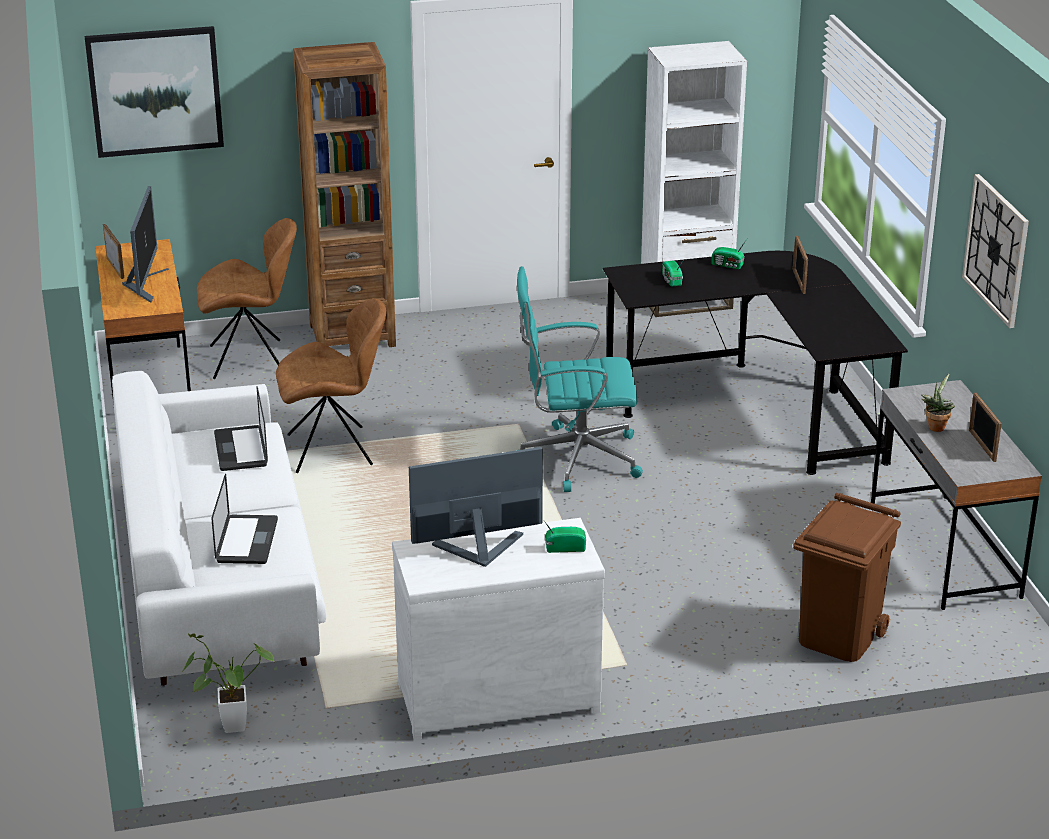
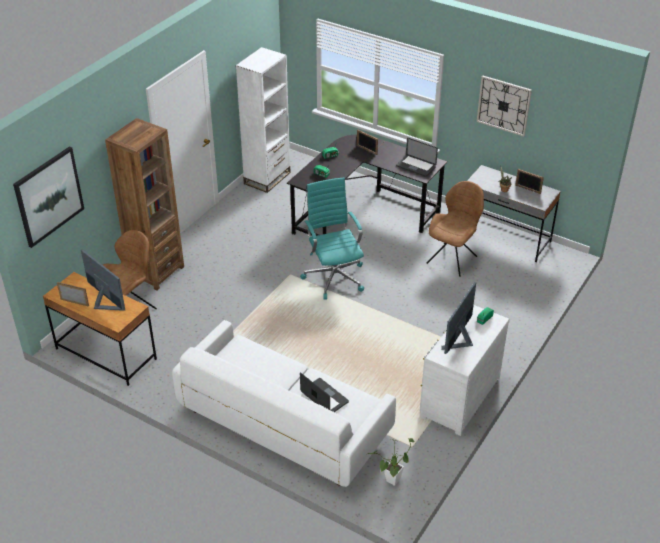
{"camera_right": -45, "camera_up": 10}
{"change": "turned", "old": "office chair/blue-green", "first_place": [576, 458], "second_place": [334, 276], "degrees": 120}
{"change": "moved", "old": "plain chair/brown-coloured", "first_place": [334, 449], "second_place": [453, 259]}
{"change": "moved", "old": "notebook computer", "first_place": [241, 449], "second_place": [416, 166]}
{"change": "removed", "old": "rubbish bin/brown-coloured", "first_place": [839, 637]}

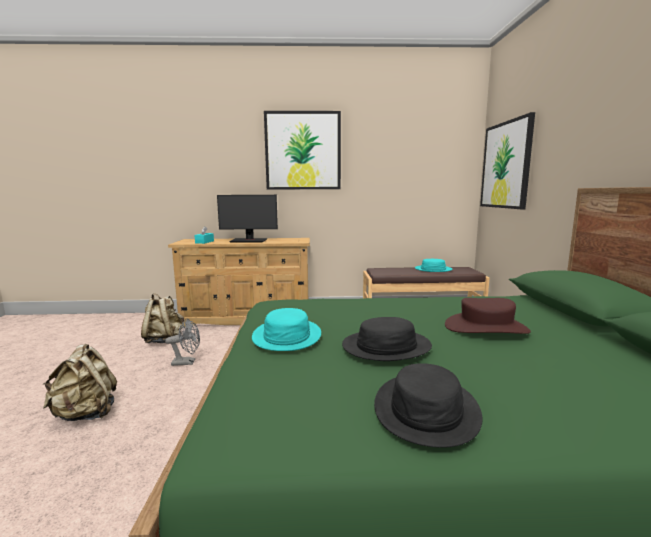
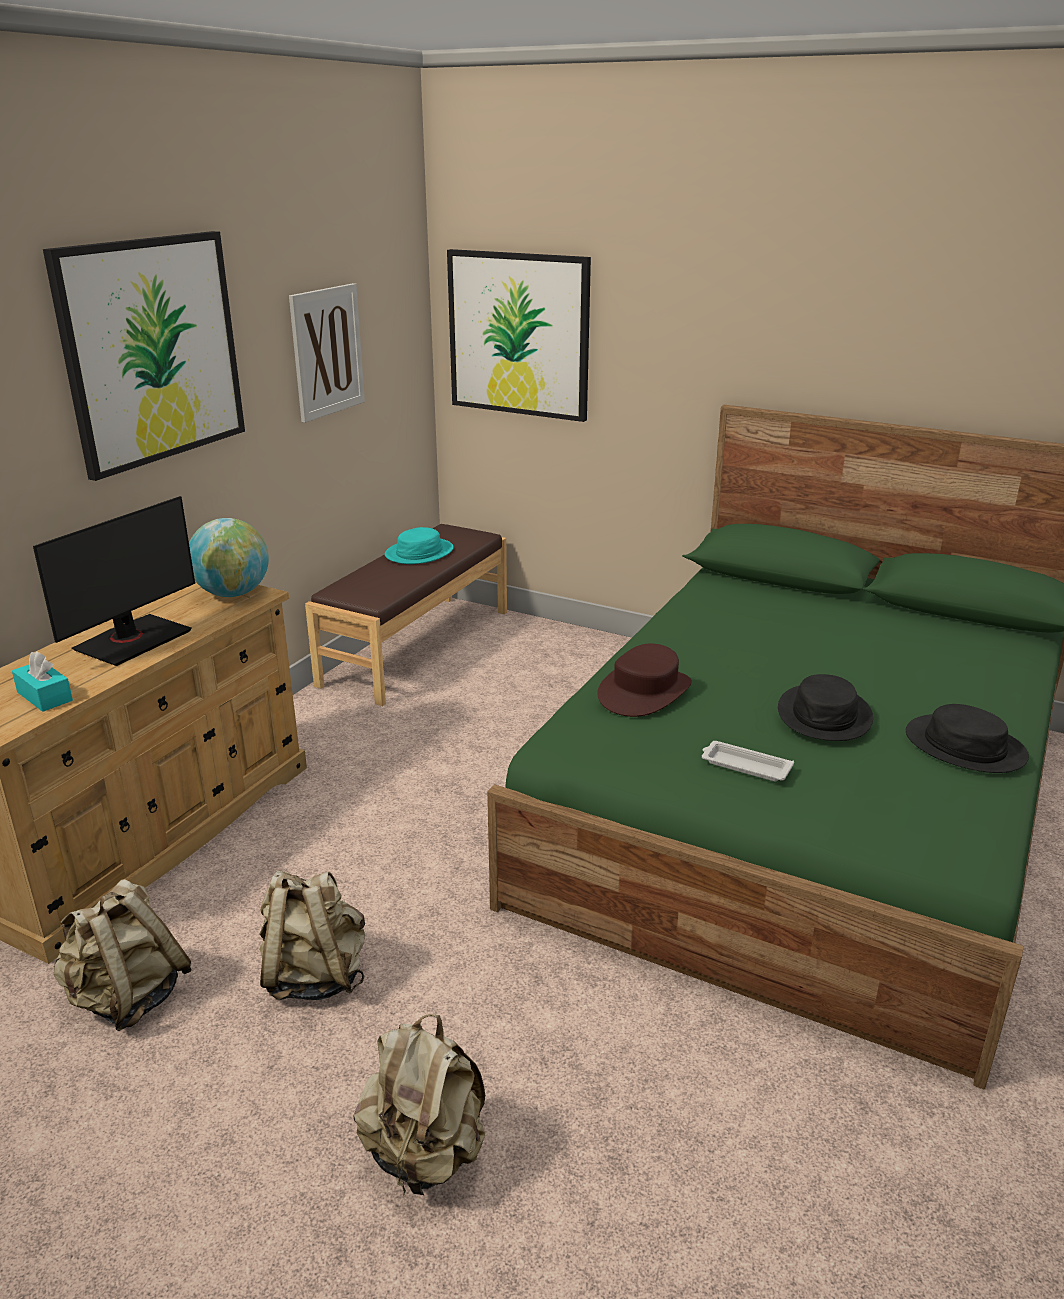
{"camera_right": -60, "camera_up": 15}
{"change": "moved", "old": "hat/brown-coloured", "first_place": [486, 328], "second_place": [645, 692]}
{"change": "replaced", "old": "hat/blue-green", "new": "tray/whitish", "first_place": [286, 336], "second_place": [744, 766]}
{"change": "replaced", "old": "fan/grey", "new": "rucksack/beige-coloured", "first_place": [187, 362], "second_place": [315, 975]}
{"change": "added", "new": "wall art", "second_place": [327, 351]}
{"change": "added", "new": "desk globe", "second_place": [232, 593]}

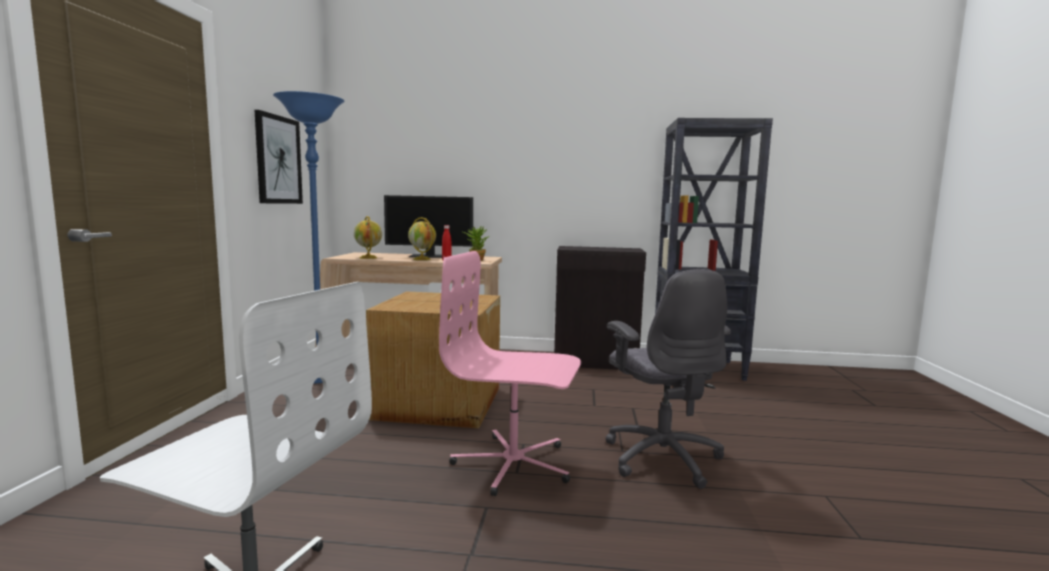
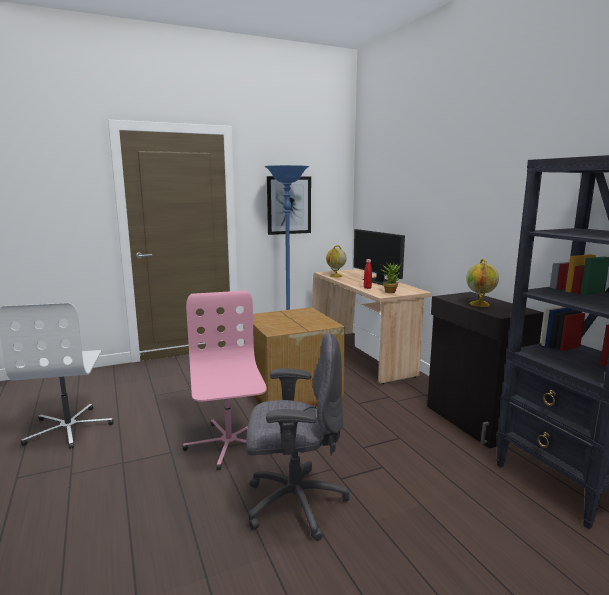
{"camera_right": 60, "camera_up": 5}
{"change": "moved", "old": "desk globe", "first_place": [422, 259], "second_place": [480, 304]}
{"change": "turned", "old": "office chair/grey", "first_place": [662, 457], "second_place": [294, 503], "degrees": -135}

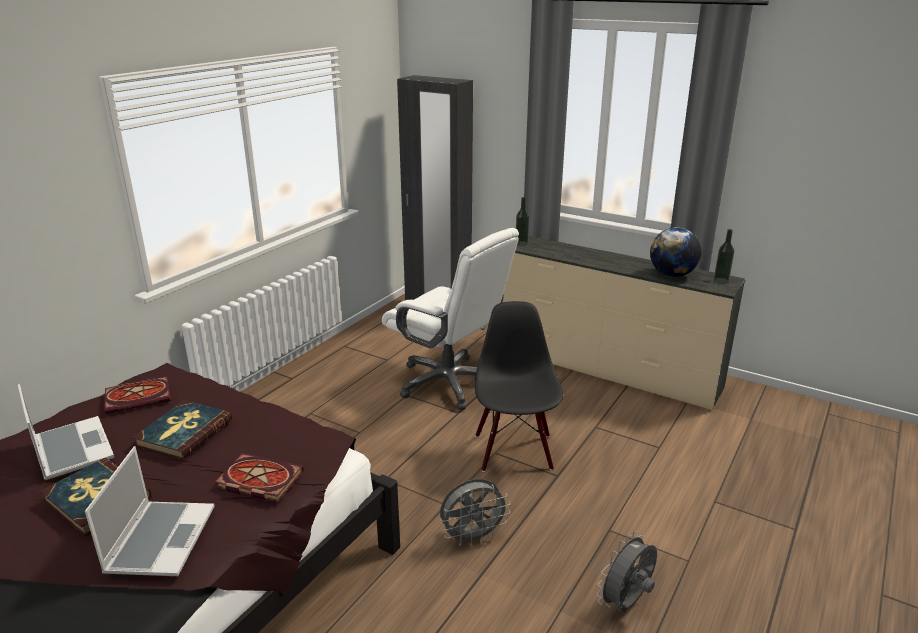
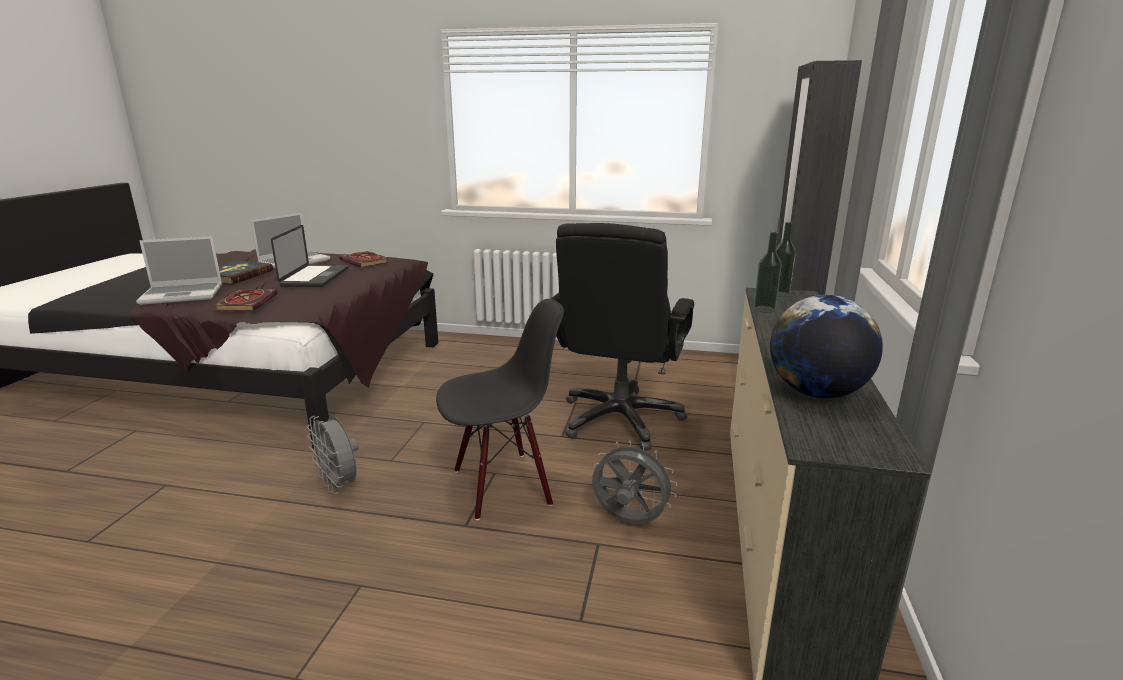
{"camera_right": 70, "camera_up": -5}
{"change": "recoloured", "old": "office chair/whitish", "new": "office chair/blackish", "first_place": [449, 383], "second_place": [620, 419]}
{"change": "moved", "old": "bottle", "first_place": [721, 280], "second_place": [764, 309]}
{"change": "replaced", "old": "book", "new": "notebook computer", "first_place": [184, 433], "second_place": [315, 277]}
{"change": "moved", "old": "fan/grey", "first_place": [626, 604], "second_place": [628, 521]}

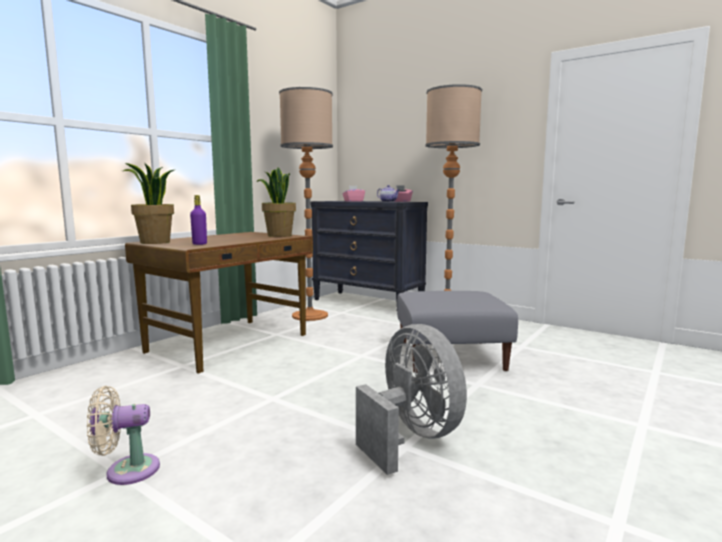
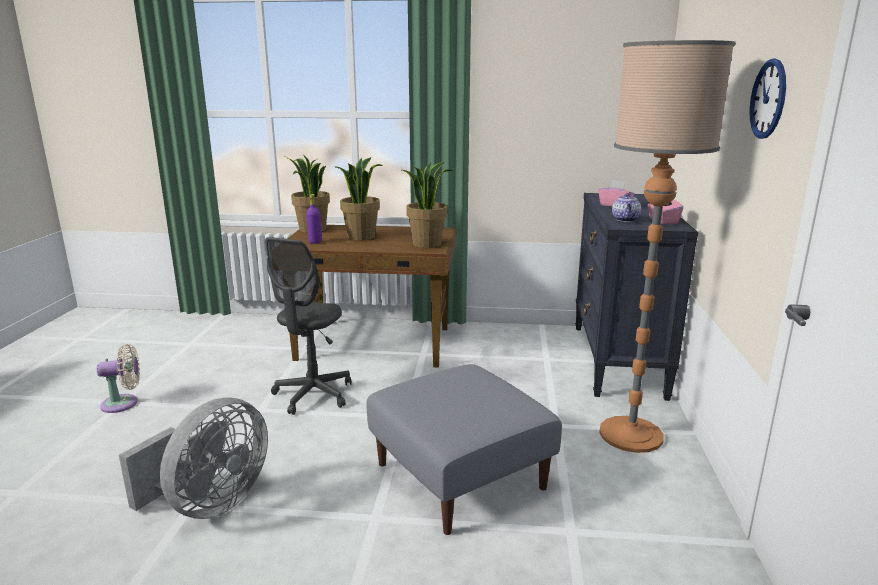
{"camera_right": 60, "camera_up": 10}
{"change": "removed", "old": "floor lamp", "first_place": [309, 316]}
{"change": "turned", "old": "fan/beige-coloured", "first_place": [127, 471], "second_place": [123, 403], "degrees": 120}
{"change": "added", "new": "clock on the wall", "second_place": [768, 99]}
{"change": "added", "new": "plant in a pot", "second_place": [361, 237]}
{"change": "added", "new": "office chair/grey", "second_place": [313, 395]}

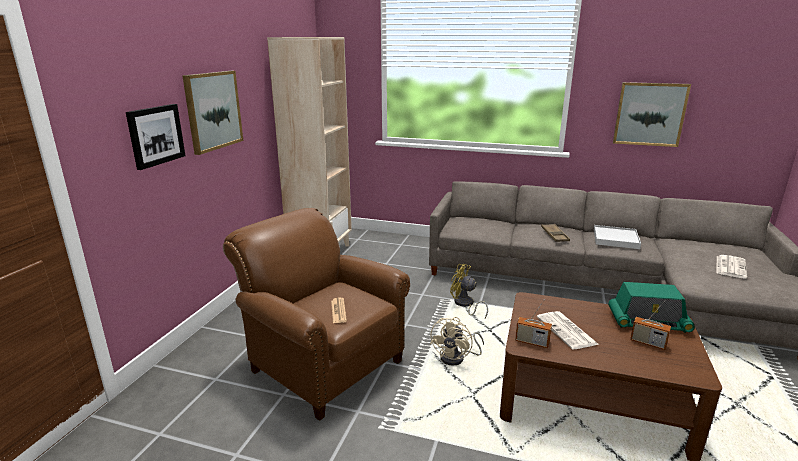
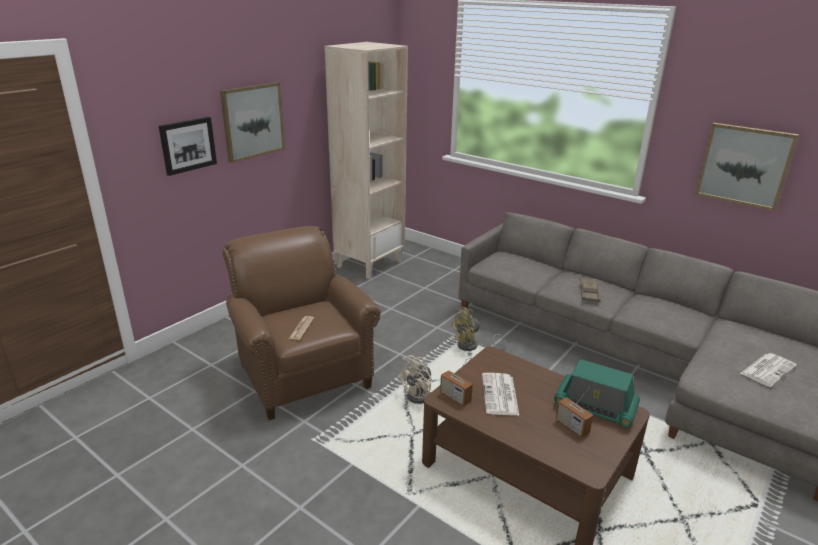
{"camera_right": 20, "camera_up": 5}
{"change": "removed", "old": "tray/whitish", "first_place": [615, 239]}
{"change": "turned", "old": "fan/yellow-coloured", "first_place": [465, 305], "second_place": [472, 347], "degrees": -75}

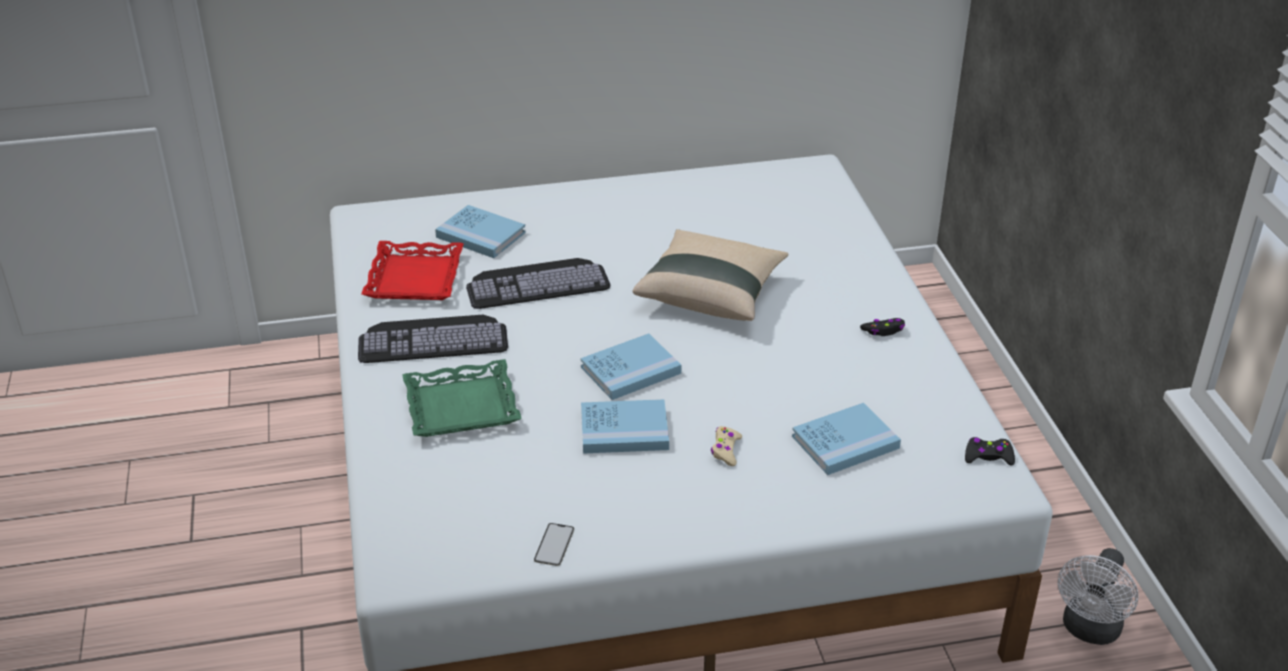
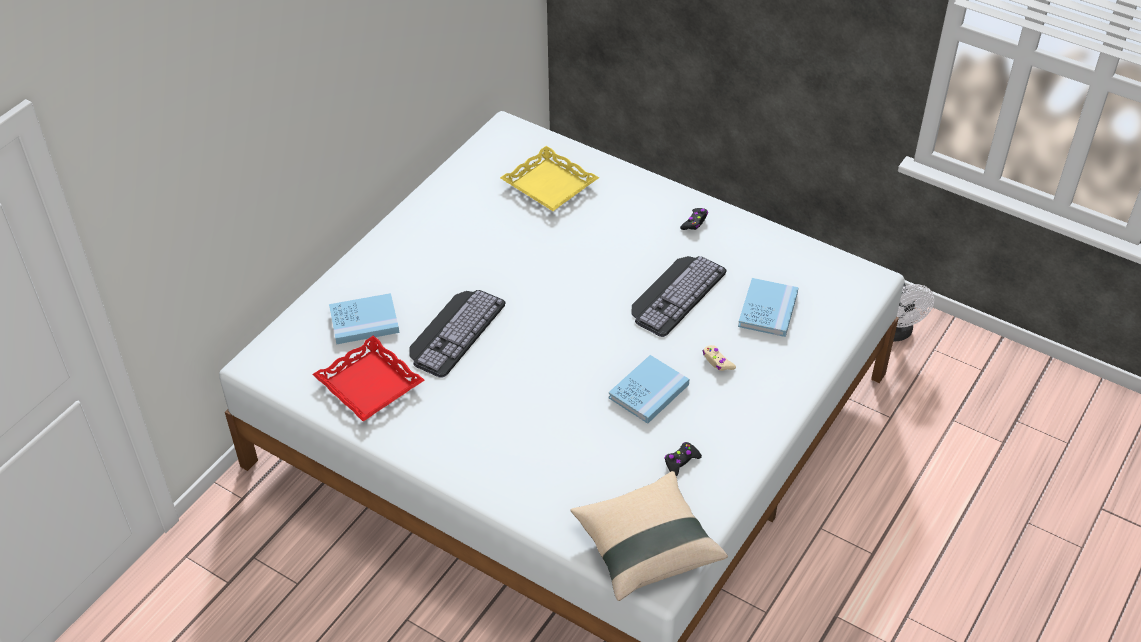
{"camera_right": -45, "camera_up": 10}
{"change": "moved", "old": "throw pillow/beige-coloured", "first_place": [711, 294], "second_place": [646, 547]}
{"change": "moved", "old": "computer keyboard", "first_place": [434, 338], "second_place": [675, 292]}
{"change": "removed", "old": "book/blue-coloured", "first_place": [630, 370]}
{"change": "removed", "old": "tray/green-coloured", "first_place": [462, 406]}
{"change": "moved", "old": "gamepad/blackish", "first_place": [988, 456], "second_place": [681, 461]}
{"change": "removed", "old": "handset", "first_place": [554, 545]}
{"change": "added", "new": "tray/yellow-coloured", "second_place": [549, 185]}

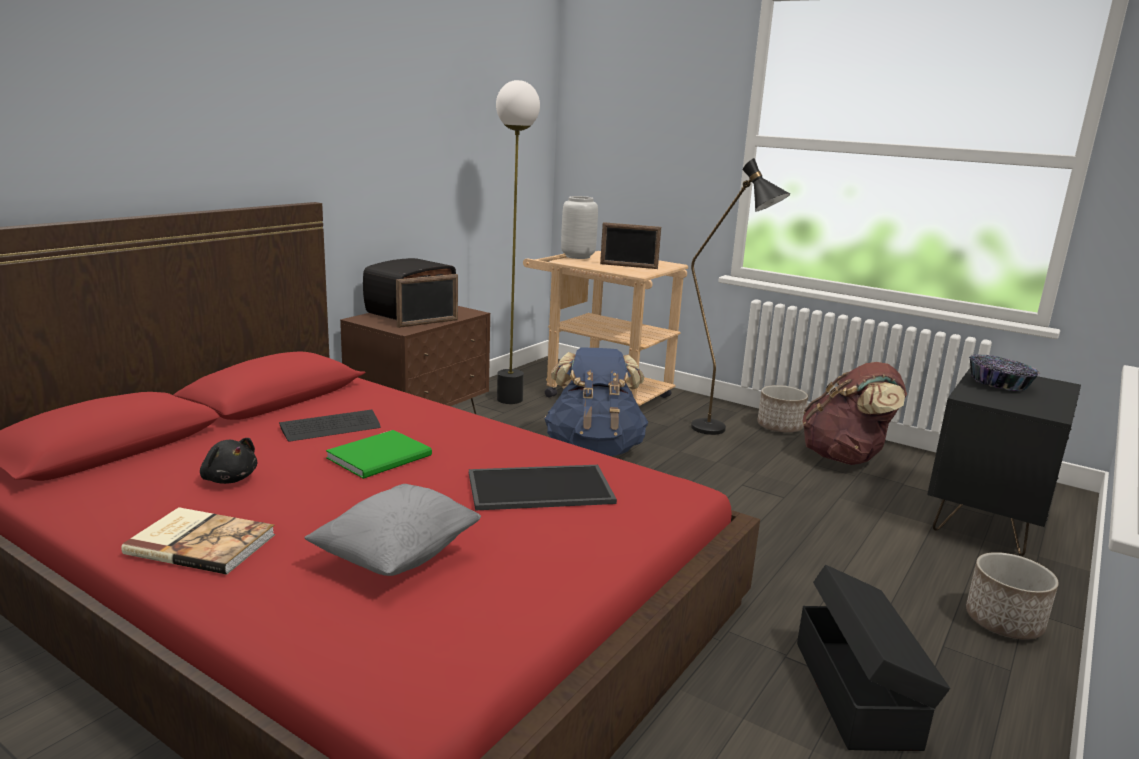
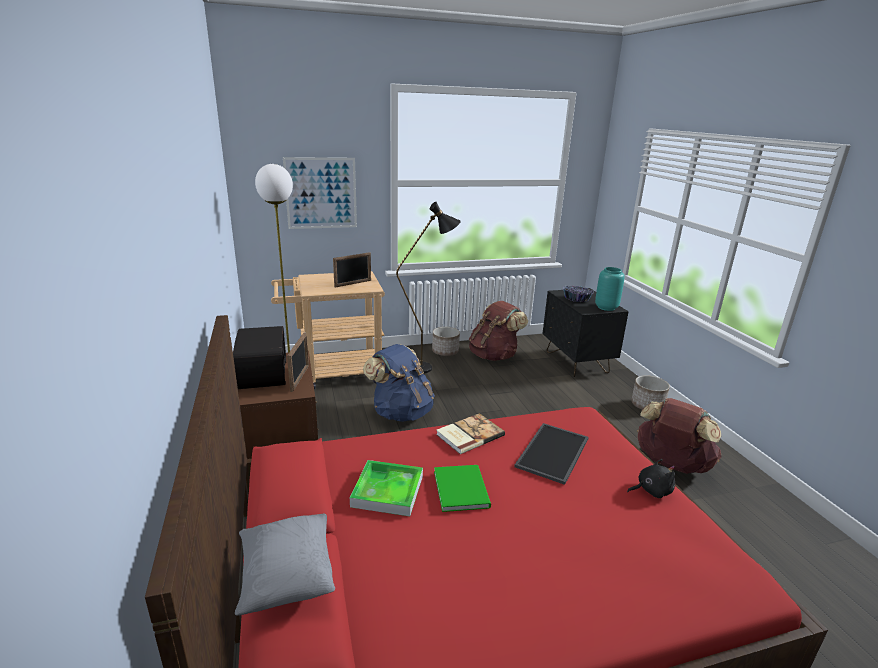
{"camera_right": -50, "camera_up": 5}
{"change": "removed", "old": "flower vase/grey", "first_place": [577, 256]}
{"change": "replaced", "old": "computer keyboard", "new": "tray", "first_place": [331, 428], "second_place": [387, 491]}
{"change": "moved", "old": "plush toy/blackish", "first_place": [229, 479], "second_place": [651, 490]}
{"change": "moved", "old": "throw pillow/grey", "first_place": [397, 556], "second_place": [287, 578]}
{"change": "moved", "old": "book", "first_place": [201, 543], "second_place": [469, 435]}
{"change": "replaced", "old": "storage container/blackish", "new": "rucksack/brown-coloured", "first_place": [857, 692], "second_place": [671, 465]}
{"change": "added", "new": "wall art", "second_place": [321, 193]}
{"change": "added", "new": "flower vase/blue-green", "second_place": [606, 308]}

